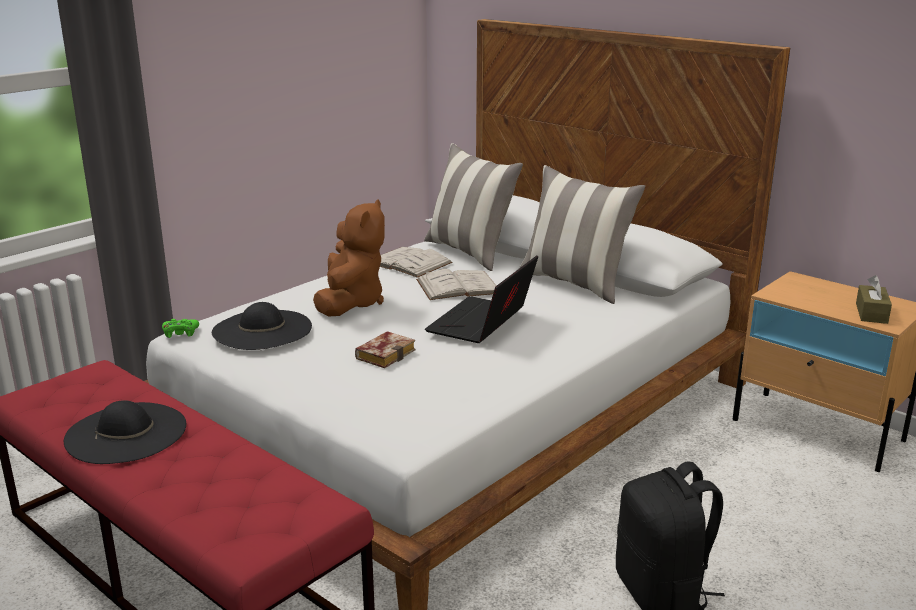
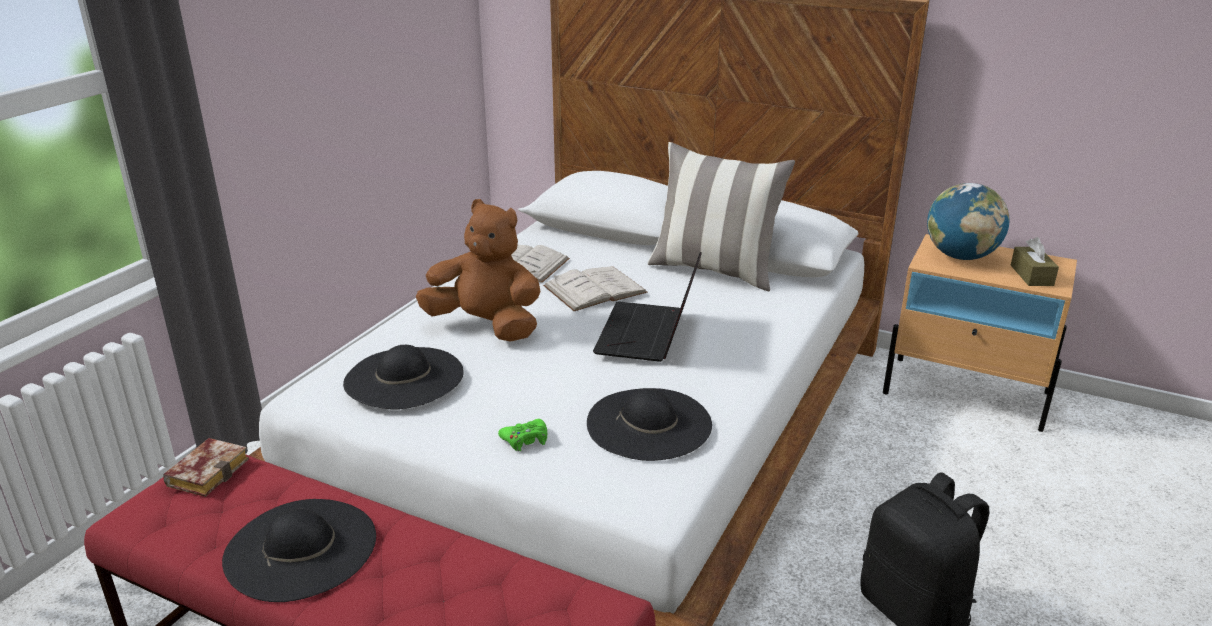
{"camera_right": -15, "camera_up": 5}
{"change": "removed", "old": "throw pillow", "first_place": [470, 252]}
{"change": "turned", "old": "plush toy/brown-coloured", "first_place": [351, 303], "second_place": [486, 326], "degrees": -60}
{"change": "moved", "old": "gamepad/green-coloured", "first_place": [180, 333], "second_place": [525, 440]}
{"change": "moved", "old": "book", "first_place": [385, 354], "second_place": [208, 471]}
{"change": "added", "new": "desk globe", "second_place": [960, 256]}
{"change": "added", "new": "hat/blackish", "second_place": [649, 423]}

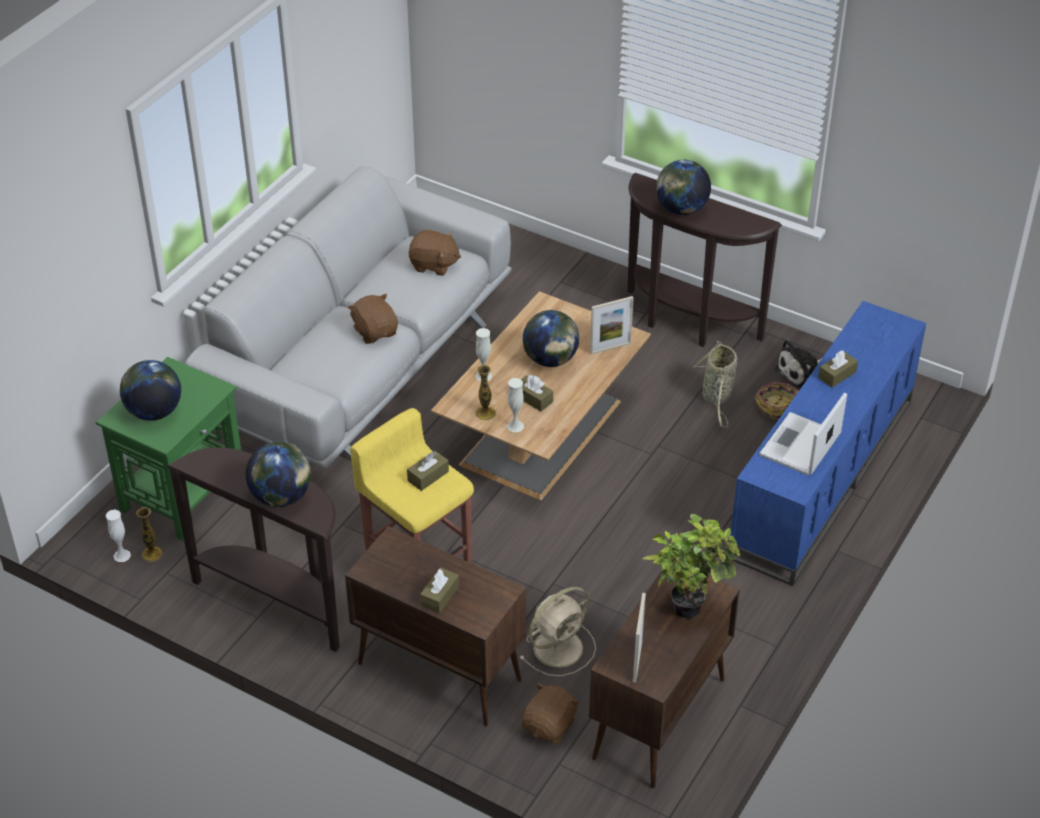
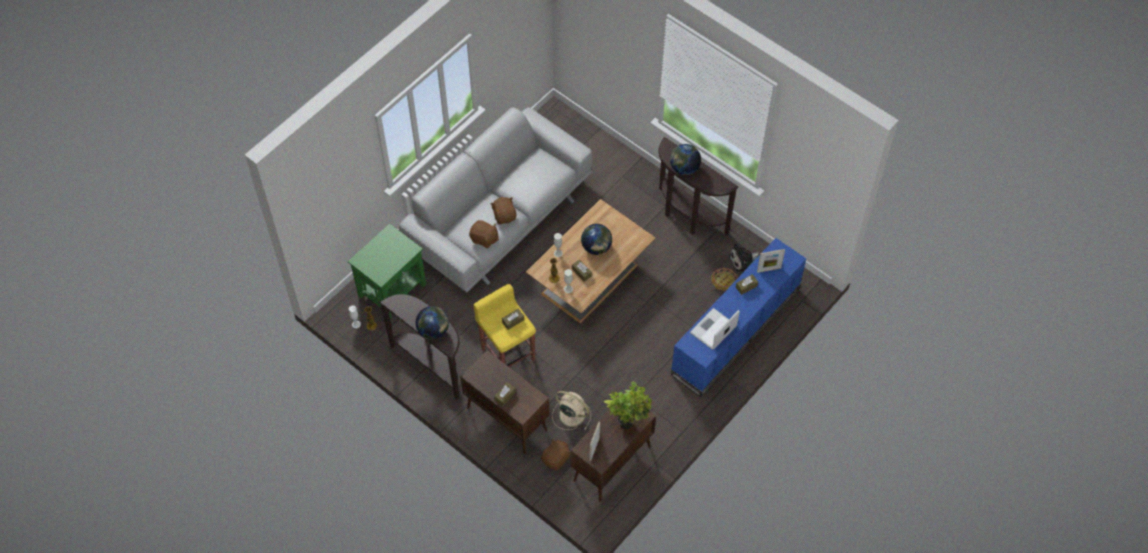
{"camera_right": 10, "camera_up": 15}
{"change": "moved", "old": "plush toy/brown-coloured", "first_place": [434, 265], "second_place": [484, 239]}
{"change": "moved", "old": "standing frame", "first_place": [610, 348], "second_place": [769, 270]}
{"change": "removed", "old": "basket", "first_place": [717, 398]}
{"change": "removed", "old": "desk globe", "first_place": [154, 412]}
{"change": "turned", "old": "fan/beige-coloured", "first_place": [560, 647], "second_place": [571, 414], "degrees": -120}

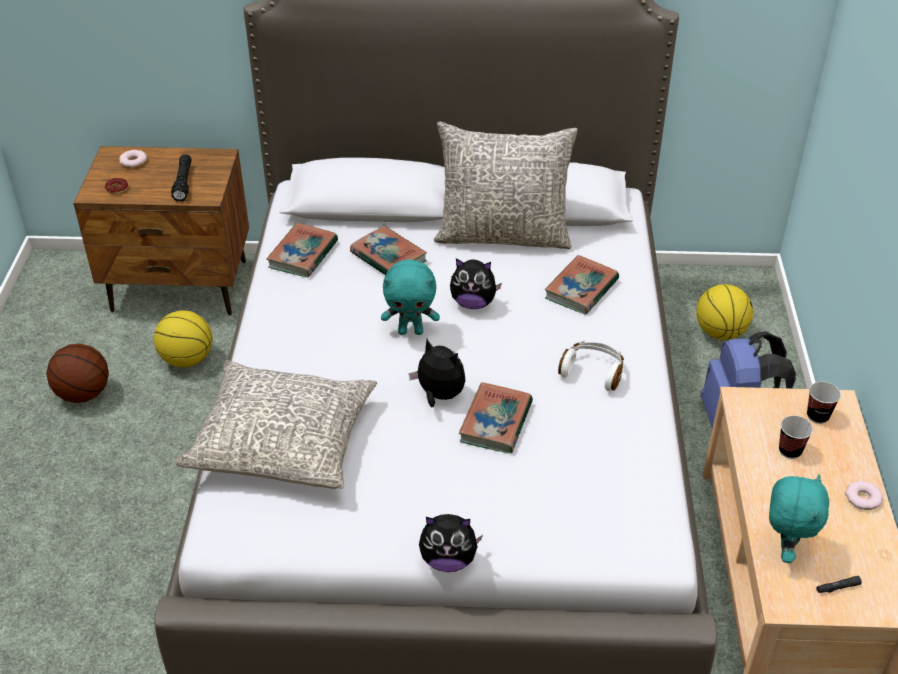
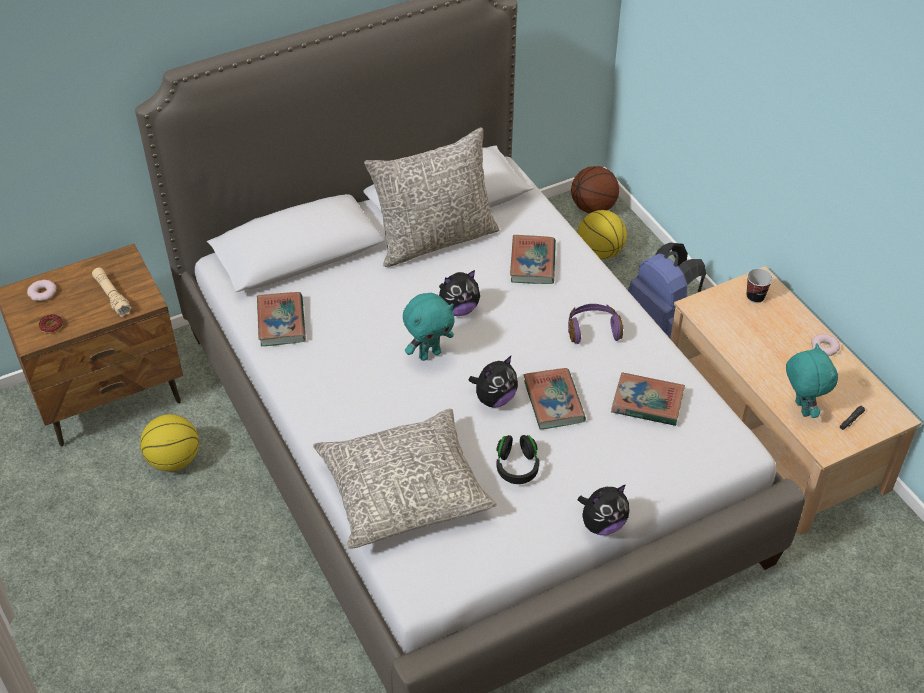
{"camera_right": -30, "camera_up": 5}
{"change": "recoloured", "old": "torch/blackish", "new": "torch/beige-coloured", "first_place": [183, 183], "second_place": [112, 296]}
{"change": "moved", "old": "book", "first_place": [388, 257], "second_place": [647, 403]}
{"change": "turned", "old": "plush toy", "first_place": [439, 395], "second_place": [494, 399], "degrees": 135}
{"change": "recoloured", "old": "pair of headphones/whitish", "new": "pair of headphones/purple-coloured", "first_place": [592, 372], "second_place": [593, 330]}
{"change": "moved", "old": "basketball", "first_place": [84, 394], "second_place": [593, 207]}
{"change": "removed", "old": "drinking cup", "first_place": [790, 451]}
{"change": "added", "new": "pair of headphones/blackish", "second_place": [517, 467]}

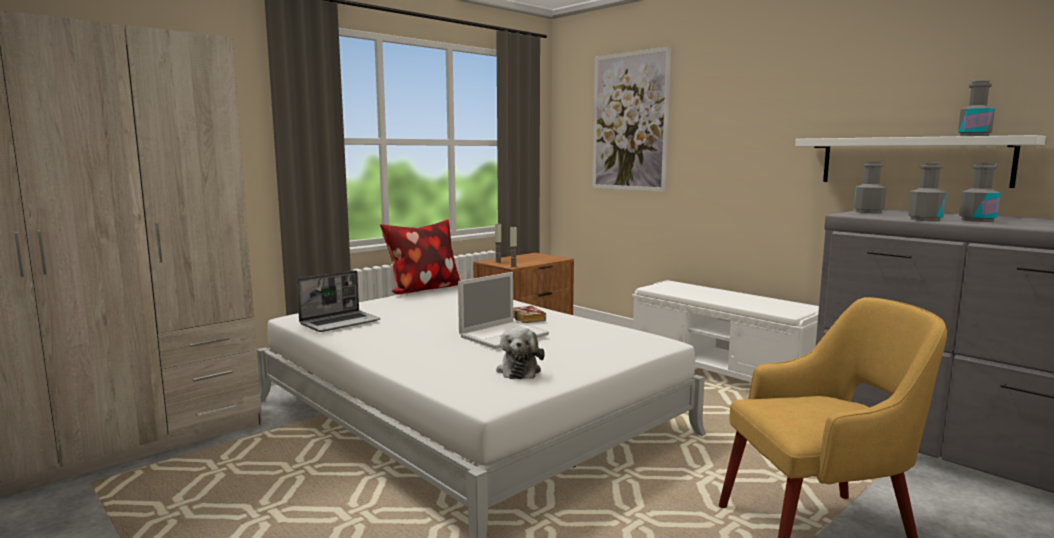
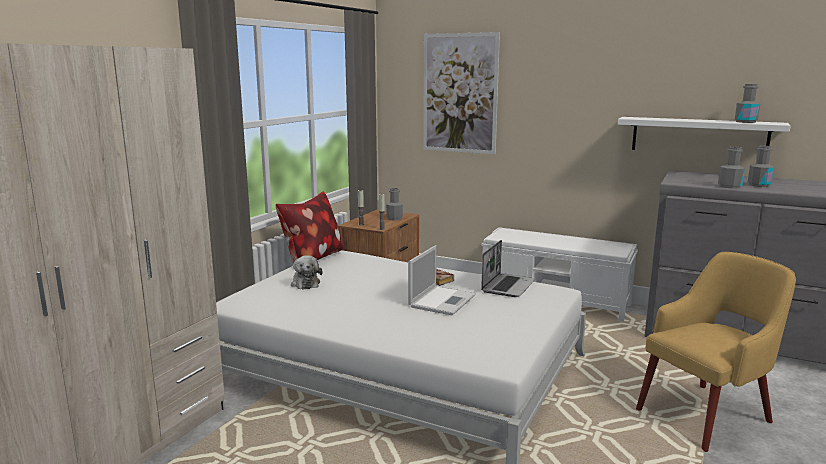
{"camera_right": -20, "camera_up": 5}
{"change": "moved", "old": "bottle/grey", "first_place": [868, 212], "second_place": [394, 218]}
{"change": "moved", "old": "notebook computer", "first_place": [340, 322], "second_place": [508, 286]}
{"change": "moved", "old": "plush toy", "first_place": [519, 370], "second_place": [305, 283]}

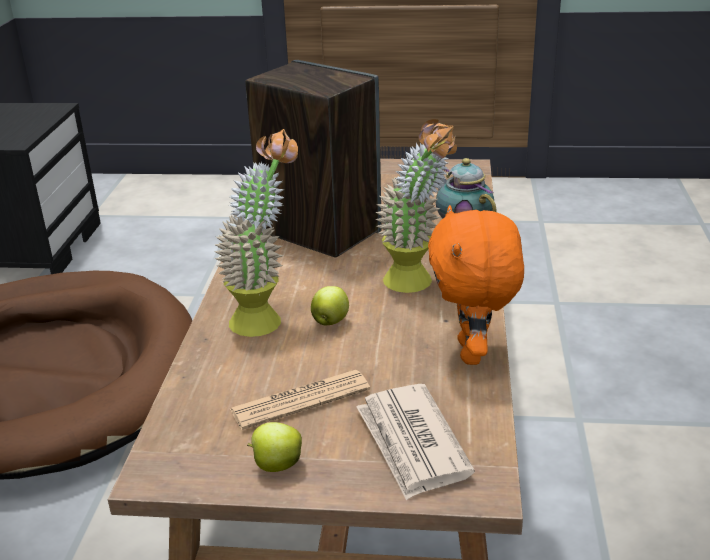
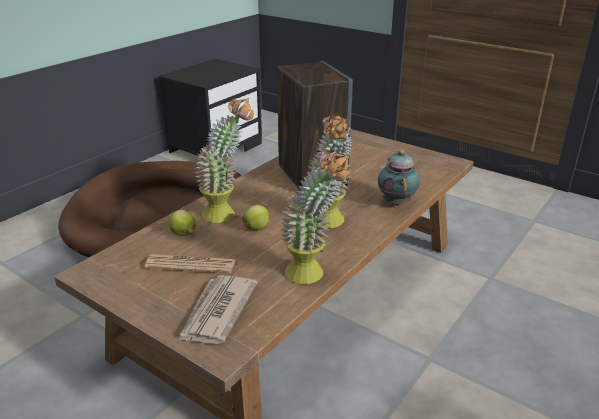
{"camera_right": 30, "camera_up": 0}
{"change": "replaced", "old": "plush toy/orange-coloured", "new": "plant in a pot", "first_place": [473, 353], "second_place": [313, 276]}
{"change": "moved", "old": "apple", "first_place": [276, 465], "second_place": [182, 234]}

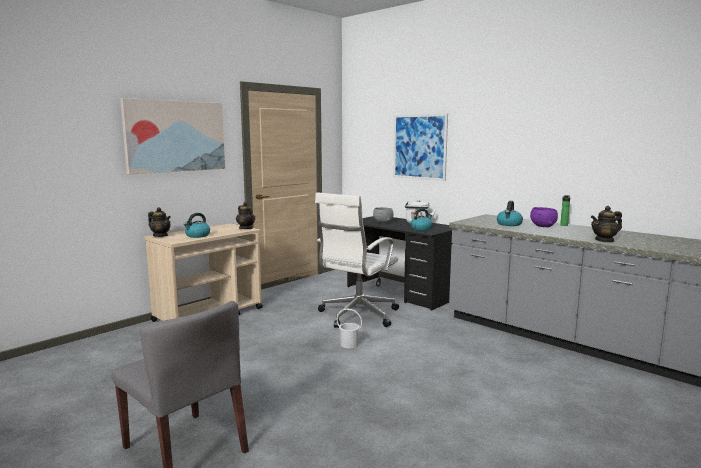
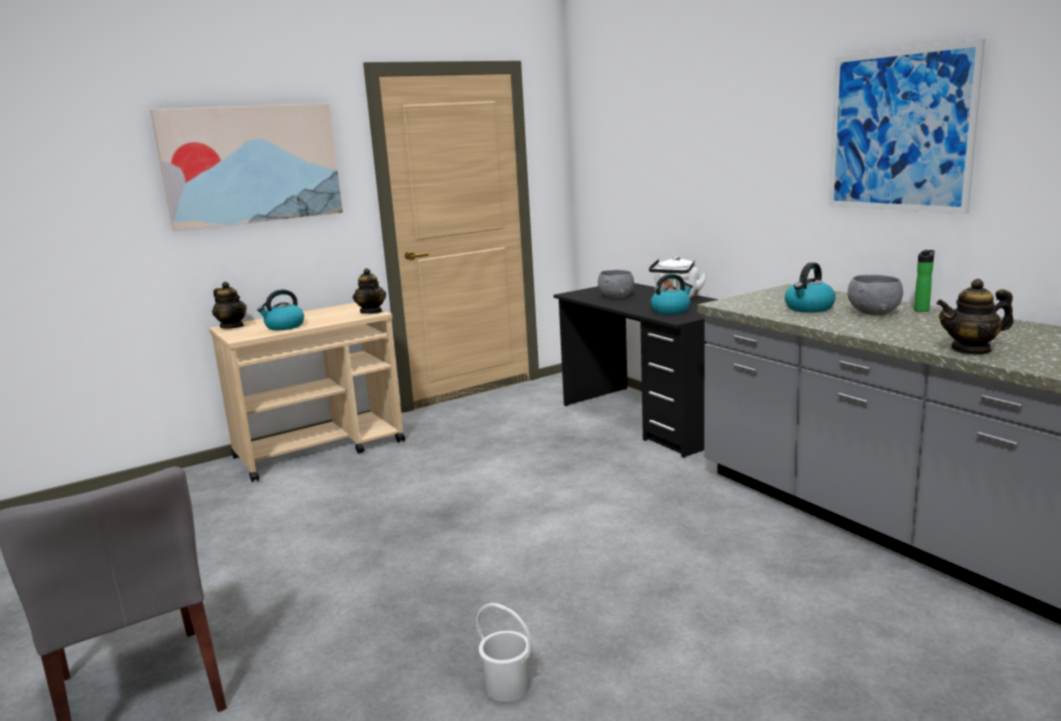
{"camera_right": 15, "camera_up": 5}
{"change": "moved", "old": "wall art", "first_place": [419, 147], "second_place": [899, 131]}
{"change": "removed", "old": "office chair/whitish", "first_place": [357, 315]}
{"change": "recoloured", "old": "serving bowl/purple-coloured", "new": "serving bowl/grey", "first_place": [543, 226], "second_place": [874, 313]}
{"change": "moved", "old": "bucket/whitish", "first_place": [349, 344], "second_place": [507, 686]}

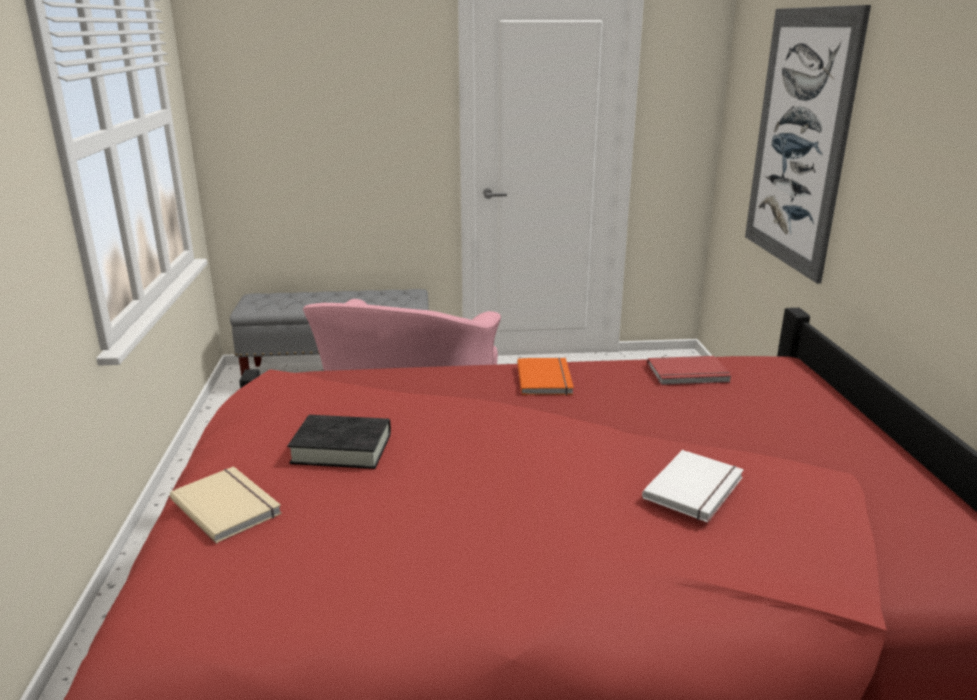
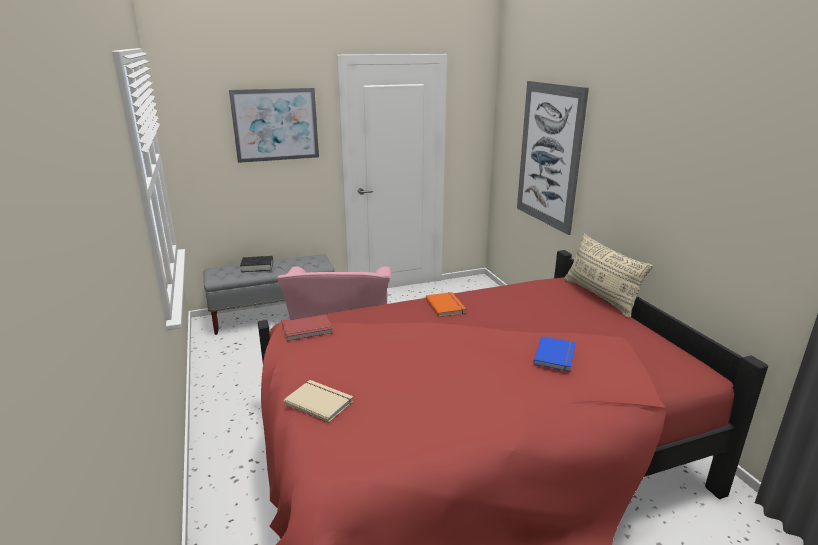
{"camera_right": -15, "camera_up": 0}
{"change": "moved", "old": "book/red", "first_place": [689, 374], "second_place": [308, 330]}
{"change": "moved", "old": "book/blackish", "first_place": [342, 448], "second_place": [257, 266]}
{"change": "recoloured", "old": "book/whitish", "new": "book/blue-coloured", "first_place": [696, 489], "second_place": [556, 355]}
{"change": "added", "new": "wall art", "second_place": [275, 125]}
{"change": "added", "new": "throw pillow/beige-coloured", "second_place": [600, 296]}

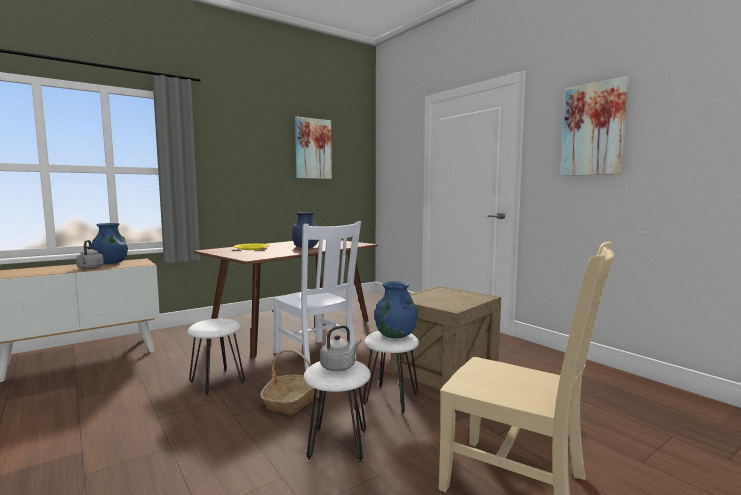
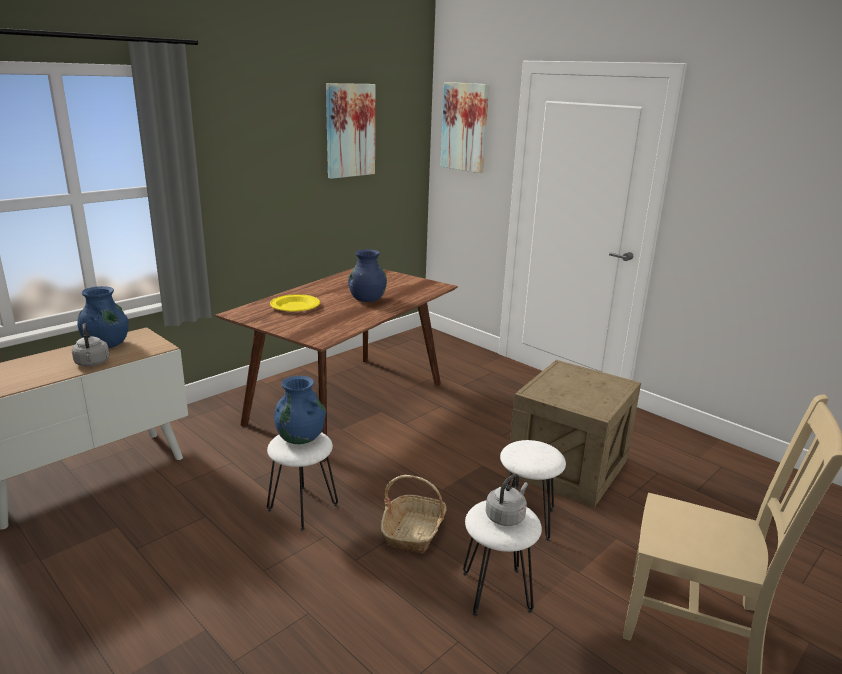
{"camera_right": -10, "camera_up": 15}
{"change": "moved", "old": "wall art", "first_place": [593, 129], "second_place": [465, 127]}
{"change": "removed", "old": "plain chair/whitish", "first_place": [315, 356]}
{"change": "moved", "old": "flower vase/blue-coloured", "first_place": [395, 335], "second_place": [300, 438]}

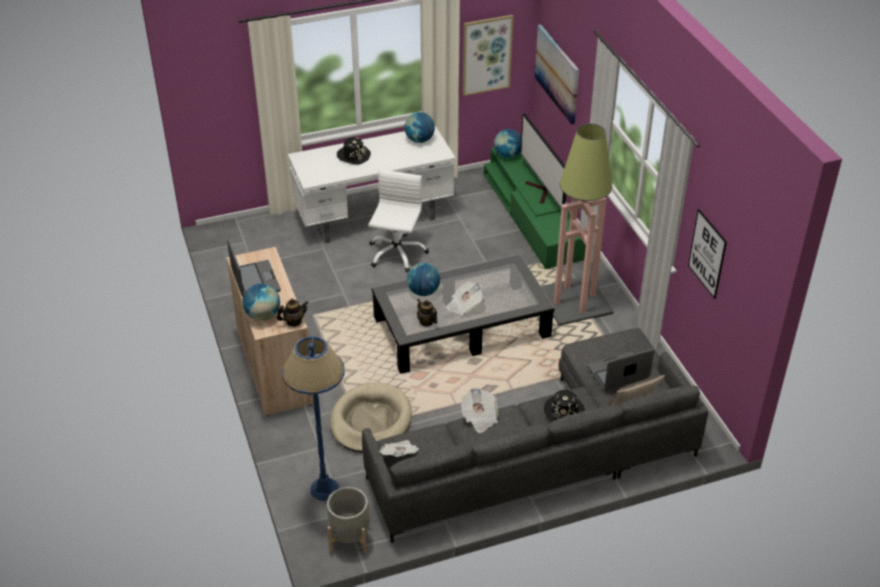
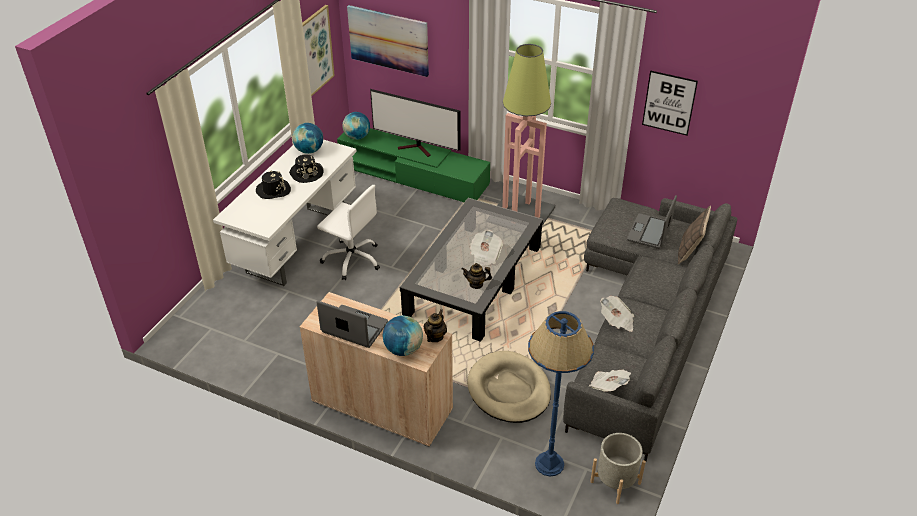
{"camera_right": -45, "camera_up": 0}
{"change": "turned", "old": "office chair/whitish", "first_place": [396, 253], "second_place": [352, 259], "degrees": 150}
{"change": "removed", "old": "desk globe", "first_place": [423, 292]}
{"change": "moved", "old": "hat/blackish", "first_place": [564, 411], "second_place": [306, 173]}

